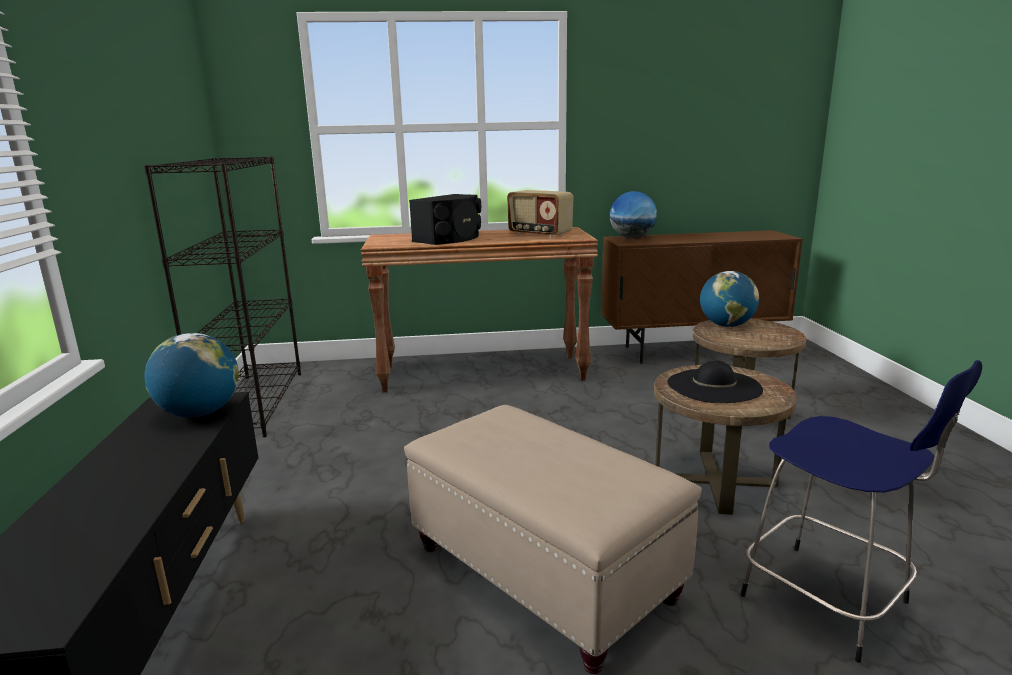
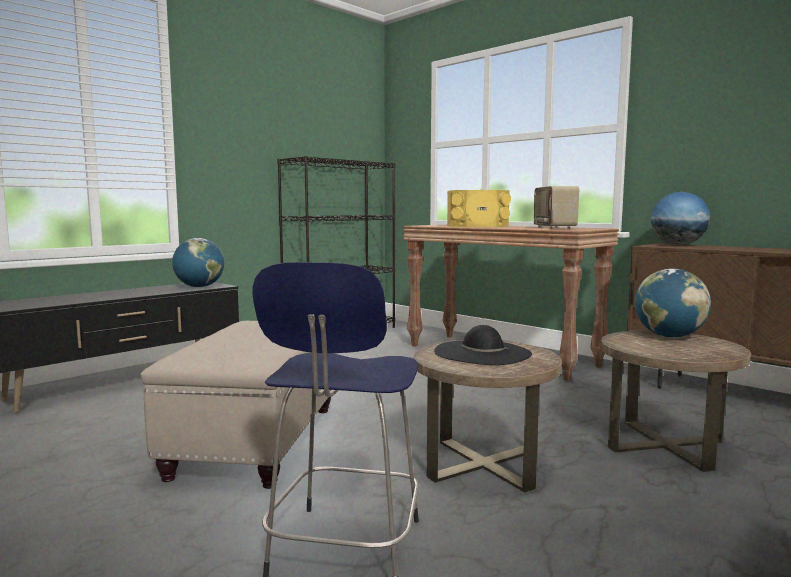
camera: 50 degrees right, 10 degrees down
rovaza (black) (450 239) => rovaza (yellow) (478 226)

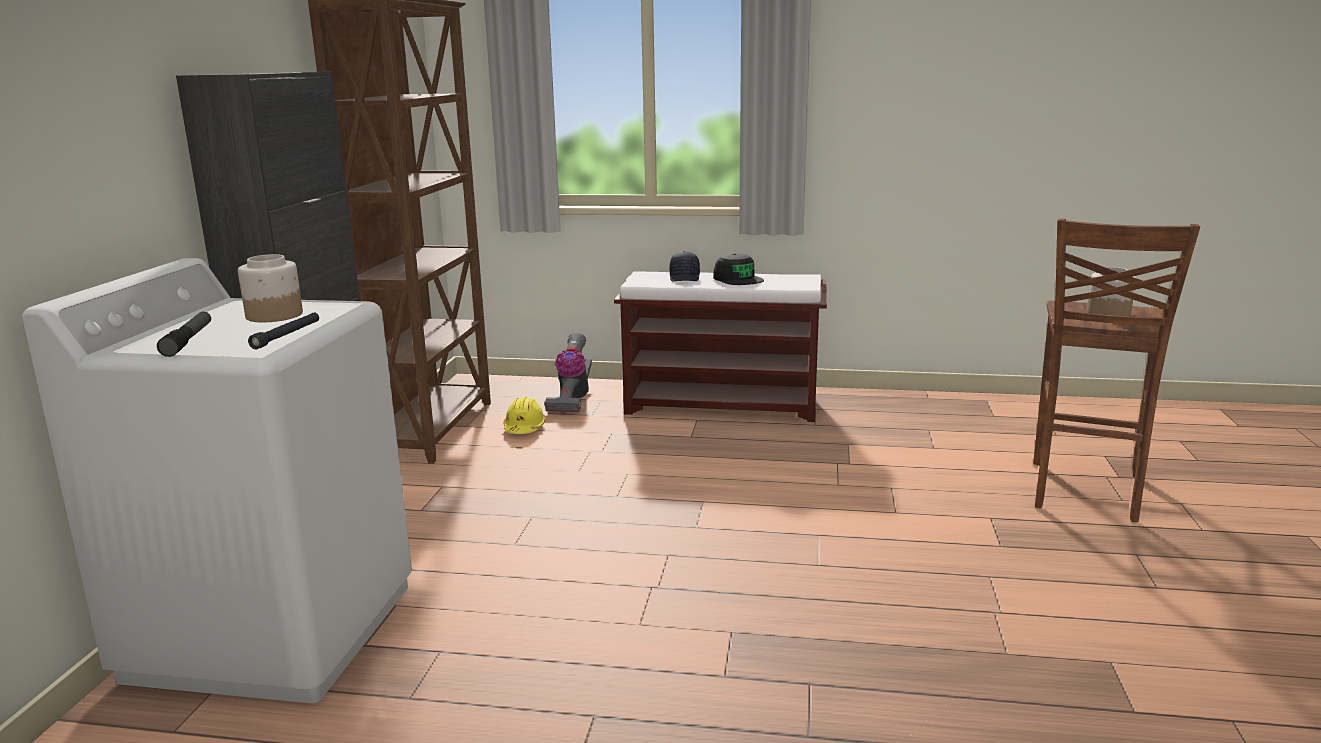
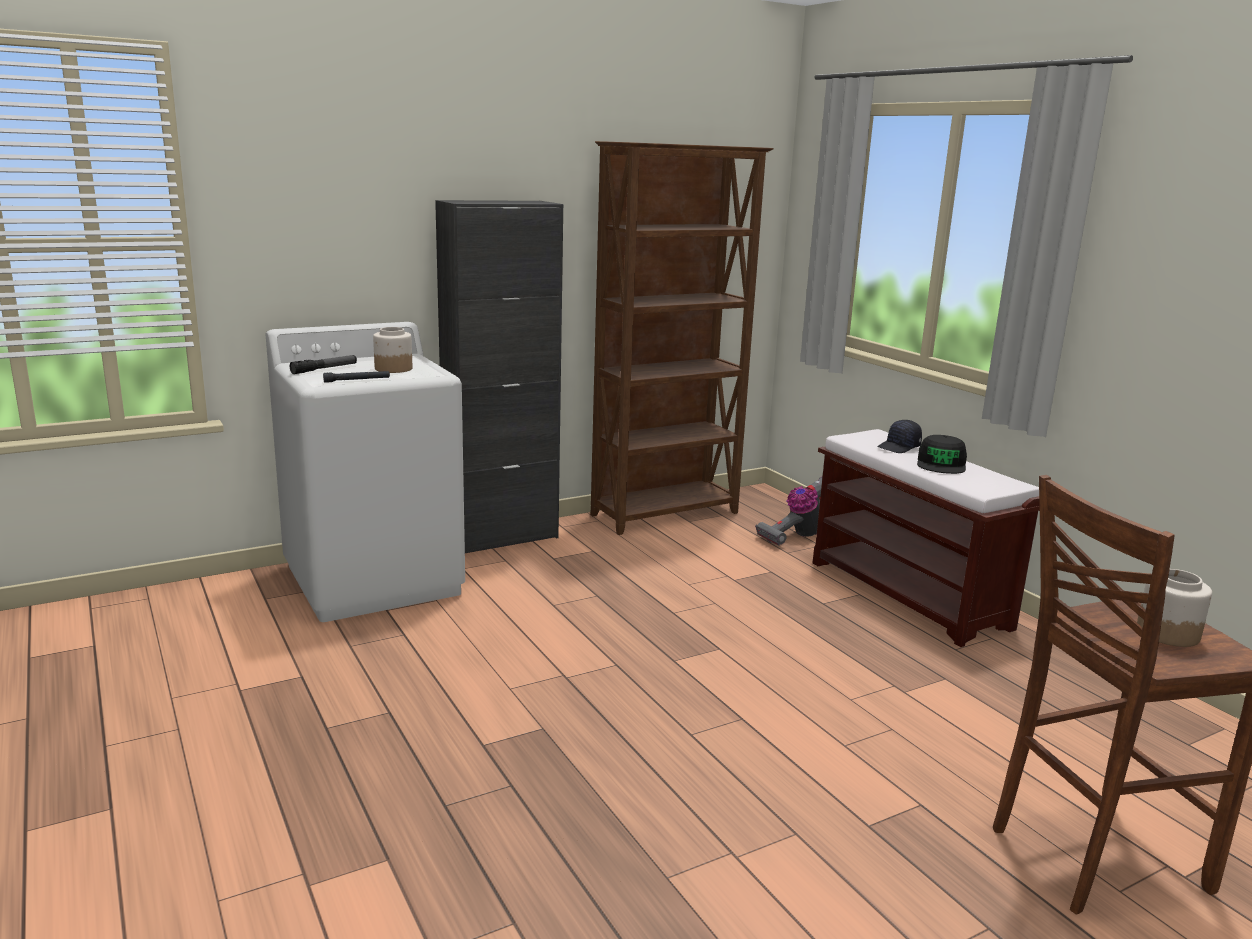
camera: 50 degrees right, 0 degrees up
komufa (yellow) (524 428) => nothing

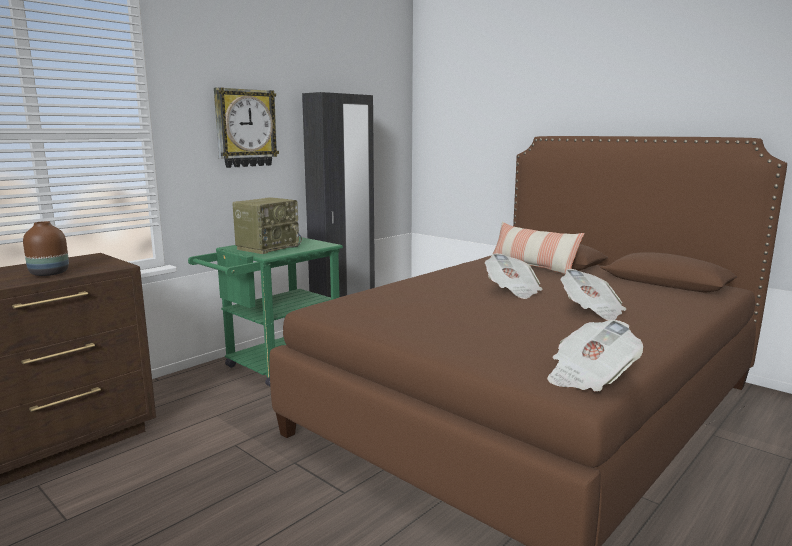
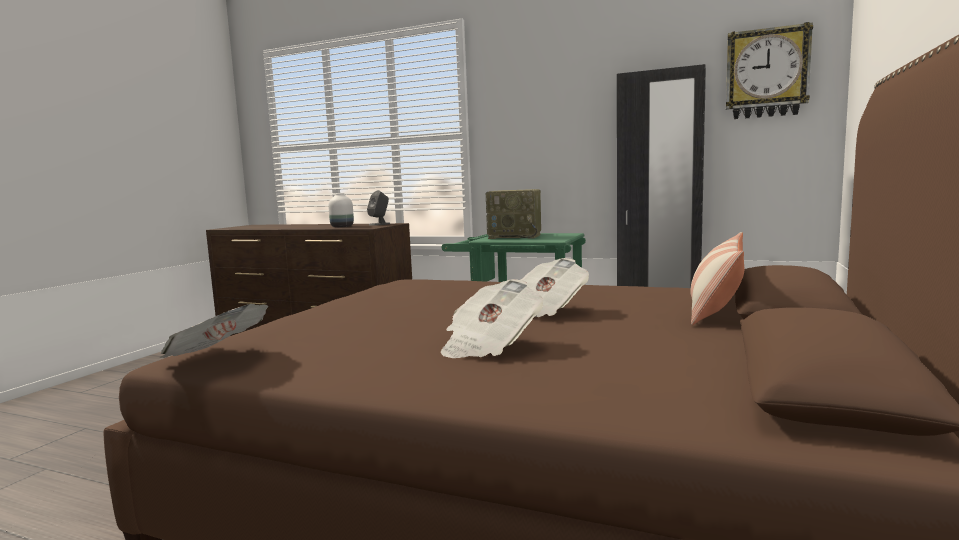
camera: 70 degrees right, 5 degrees down
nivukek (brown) (50 274) => nivukek (white) (342 227)
nothing => rovaza (grey) (380 224)
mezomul (245 128) => mezomul (767 73), move

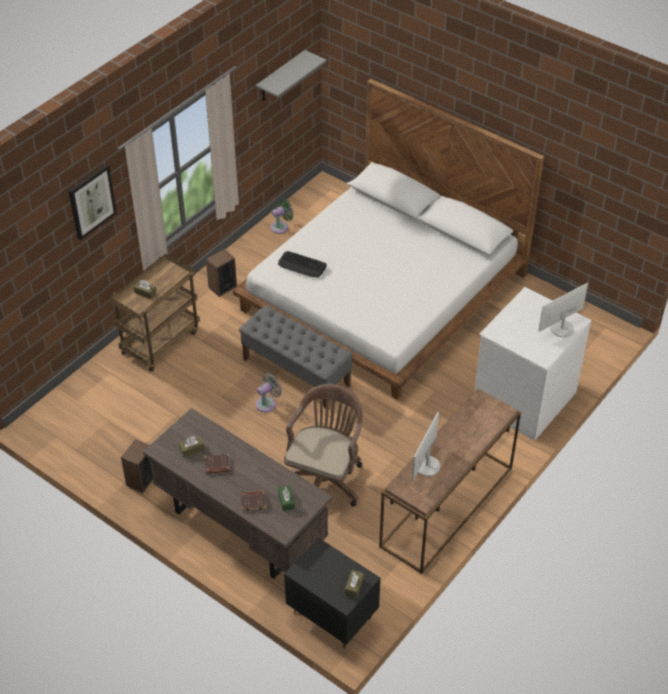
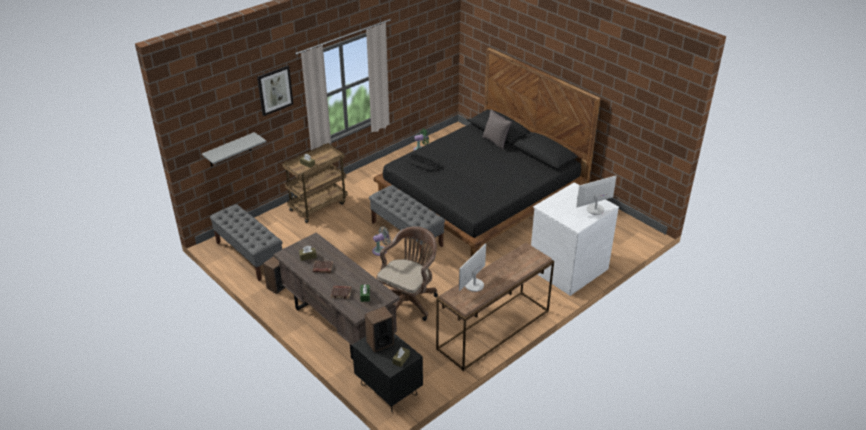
camera: 10 degrees right, 10 degrees down
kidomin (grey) (281 77) => kidomin (grey) (229 150), move
nothing => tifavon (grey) (249 255)
rovaza (222 287) => rovaza (380 343), move
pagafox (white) (382 292) => pagafox (black) (481 193)
nothing => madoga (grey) (496 142)

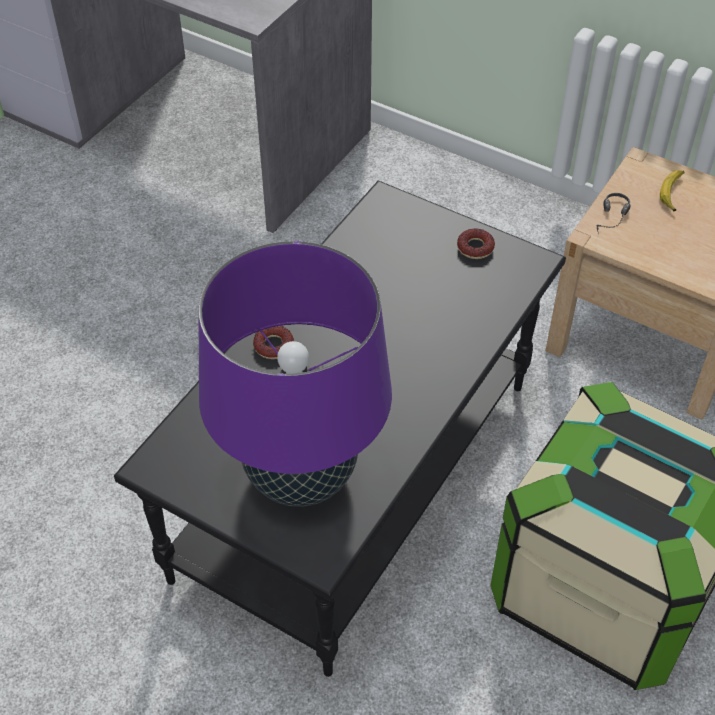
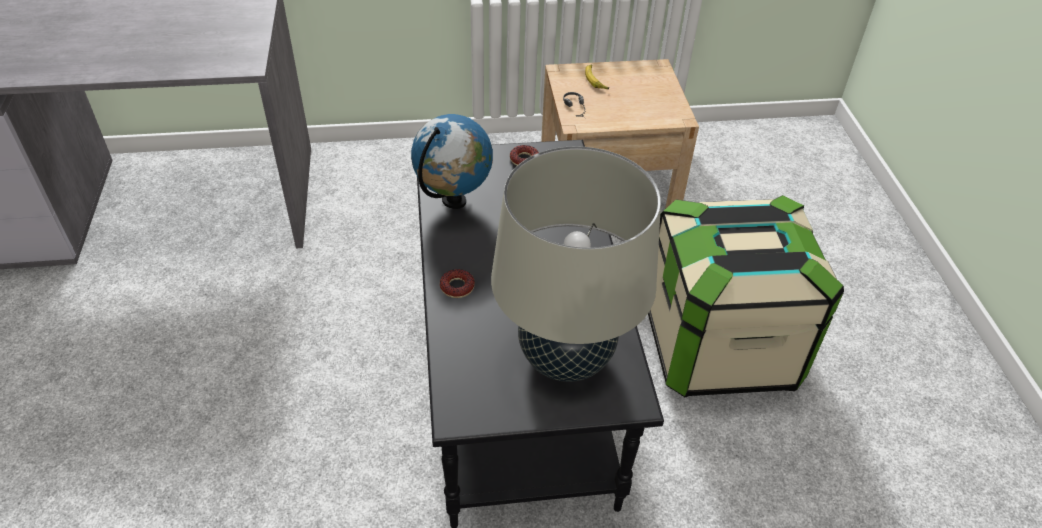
camera: 40 degrees left, 5 degrees down
nothing => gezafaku (454 201)
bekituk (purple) (301 475) => bekituk (beige) (565 357)

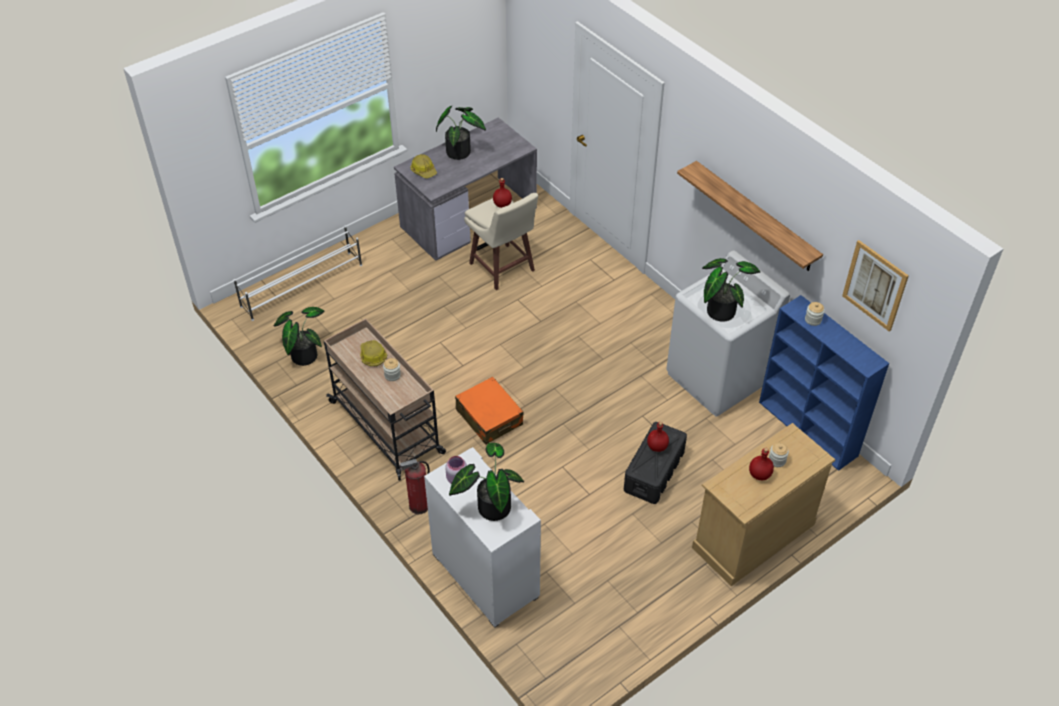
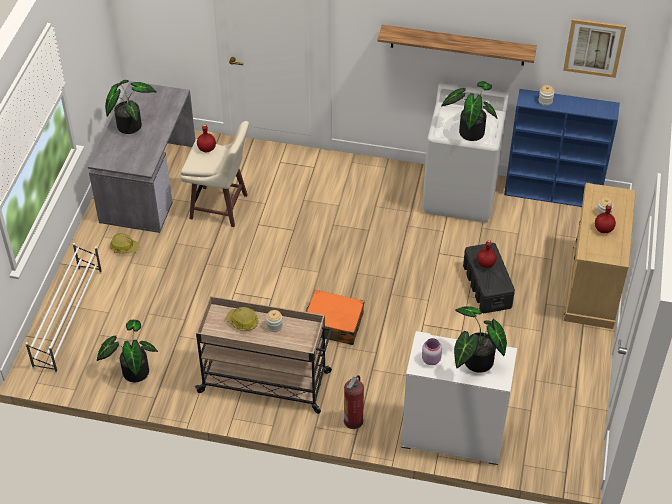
camera: 40 degrees left, 0 degrees up
komufa (424 170) => komufa (124 247), move

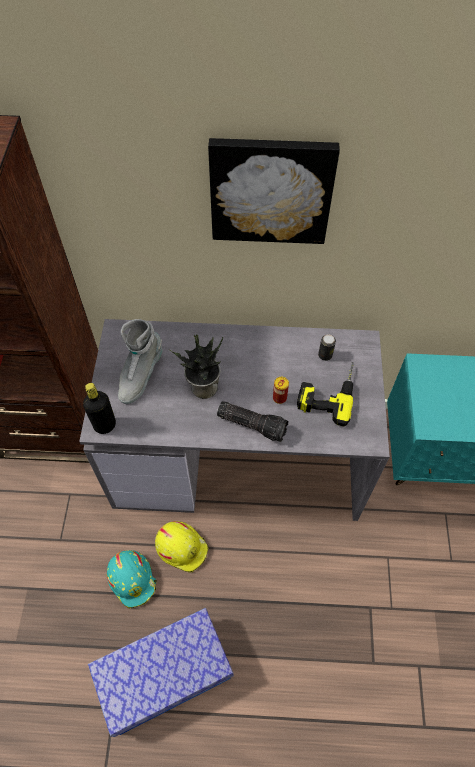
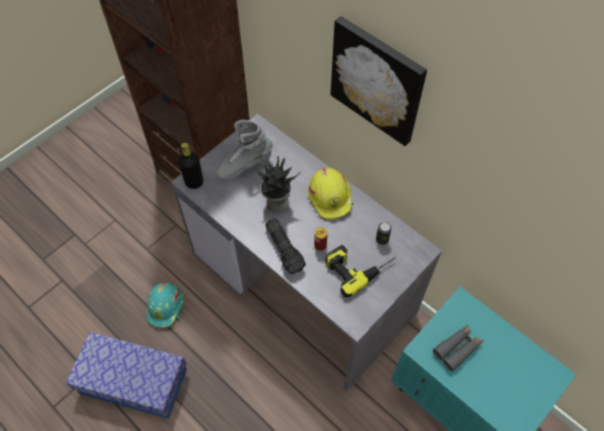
camera: 40 degrees right, 0 degrees up
komufa (yellow) (182 547) => komufa (yellow) (331 198), move
nothing => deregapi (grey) (457 349)

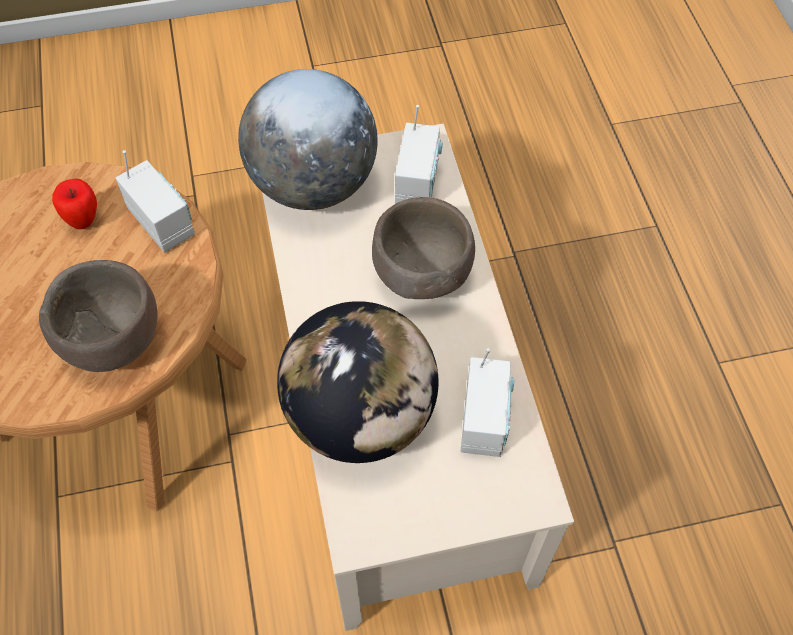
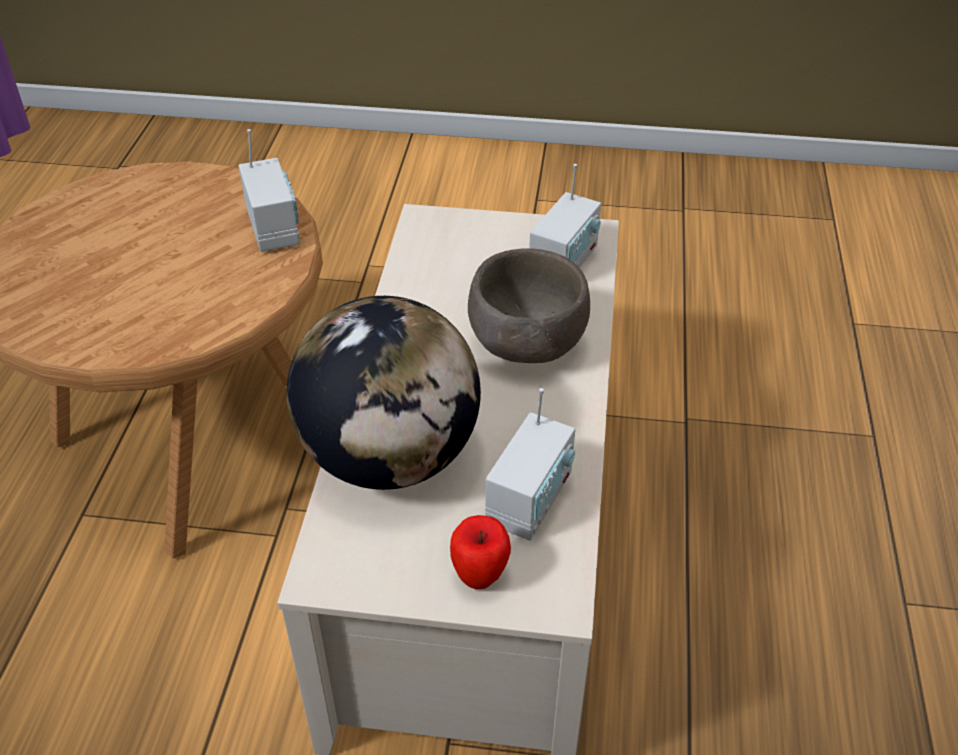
camera: 20 degrees right, 15 degrees down
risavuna (84 221) => risavuna (480 577), move
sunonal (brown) (112 339) => nothing
gezafaku (313 184) => nothing

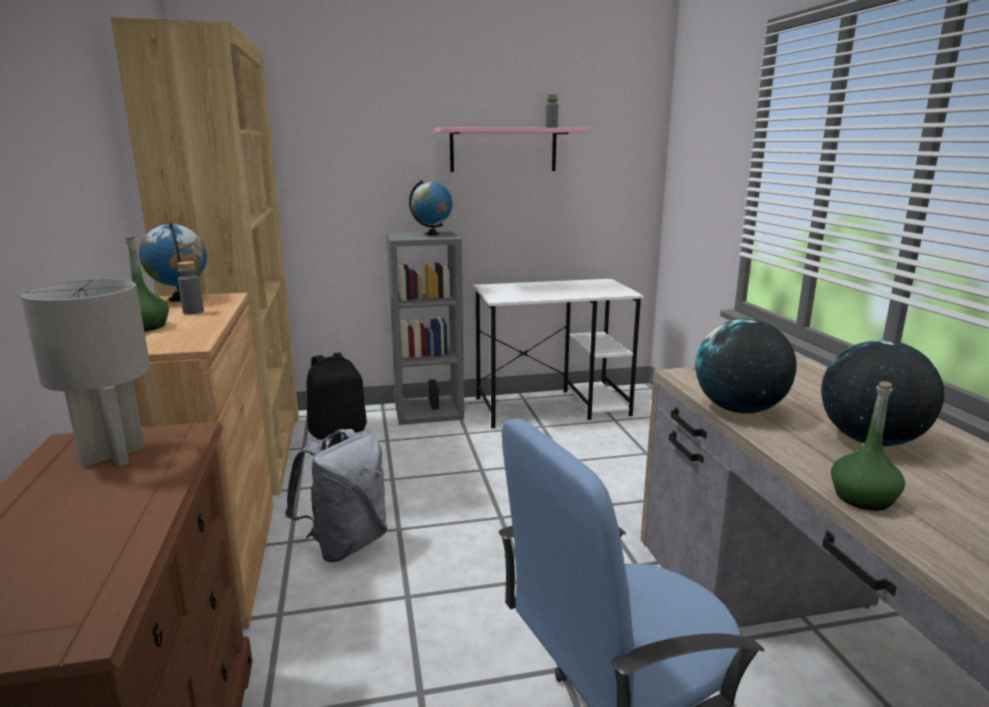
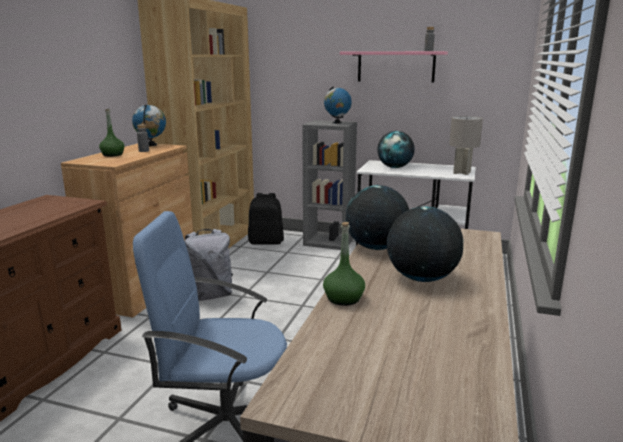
camera: 30 degrees right, 0 degrees up
nothing => gezafaku (395 167)
bekituk (grey) (112 456) => bekituk (grey) (461 173), move

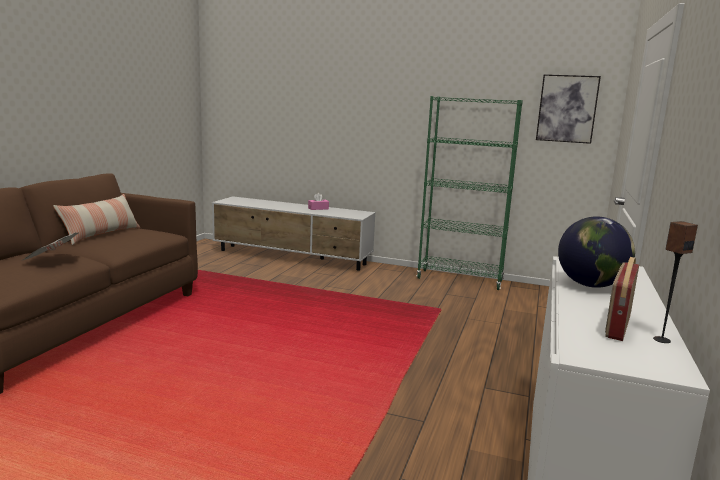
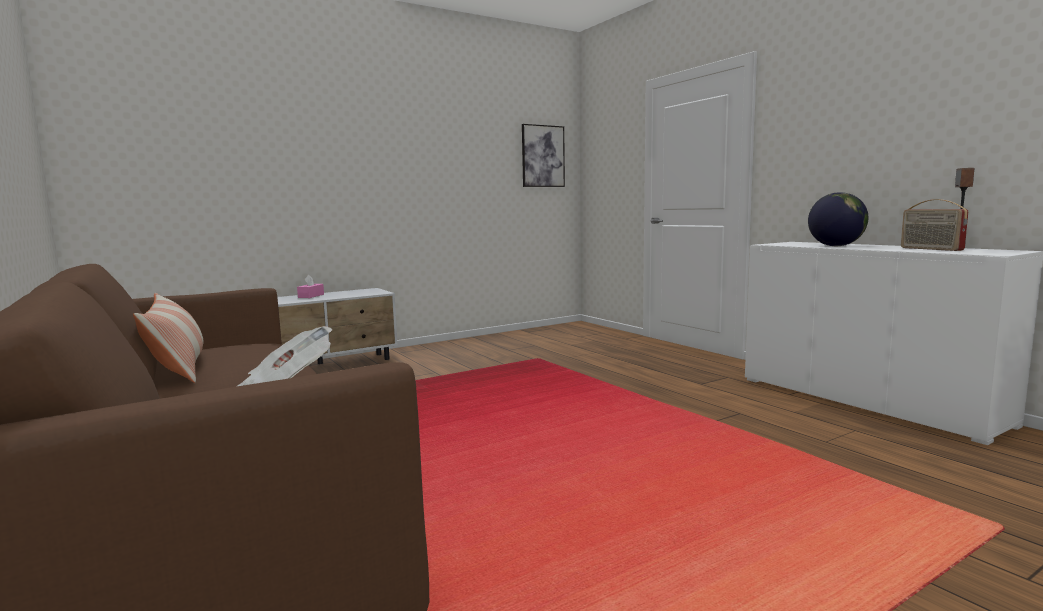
camera: 50 degrees left, 5 degrees down
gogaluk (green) (460 280) => nothing

